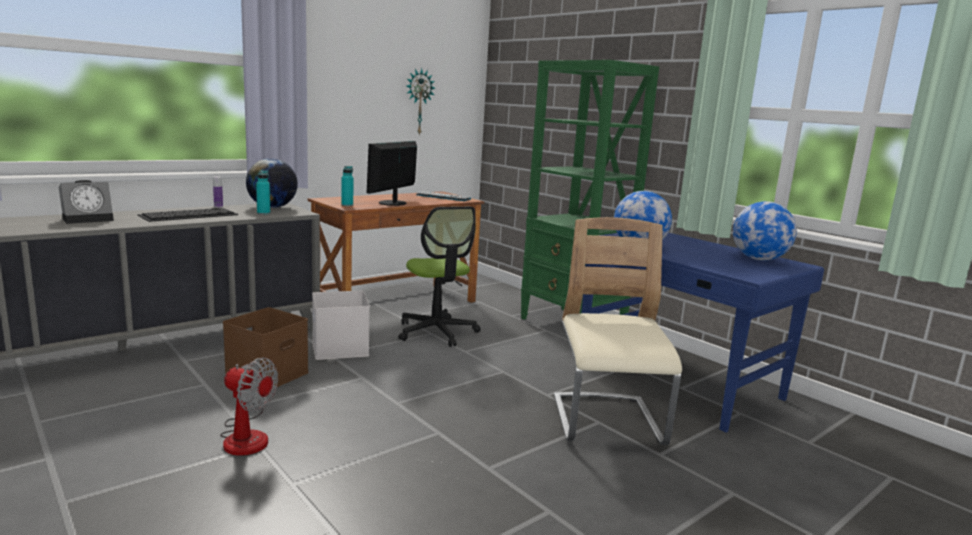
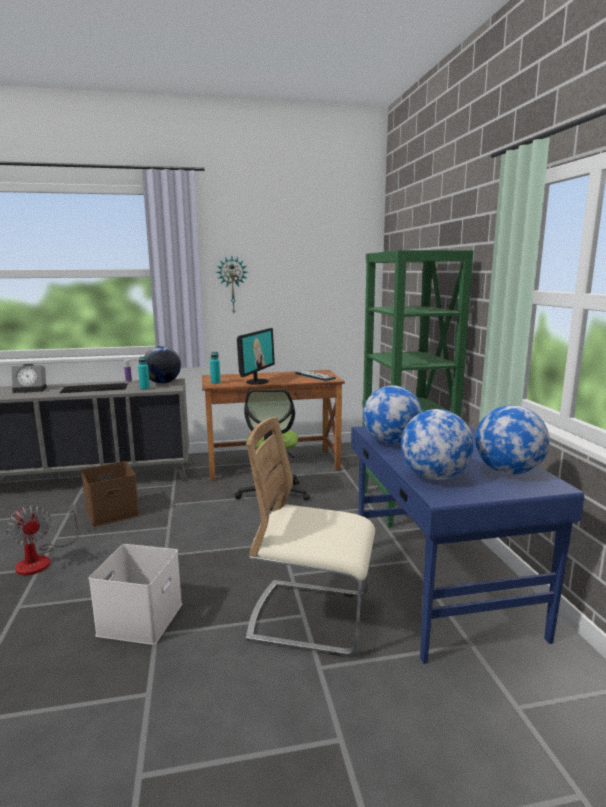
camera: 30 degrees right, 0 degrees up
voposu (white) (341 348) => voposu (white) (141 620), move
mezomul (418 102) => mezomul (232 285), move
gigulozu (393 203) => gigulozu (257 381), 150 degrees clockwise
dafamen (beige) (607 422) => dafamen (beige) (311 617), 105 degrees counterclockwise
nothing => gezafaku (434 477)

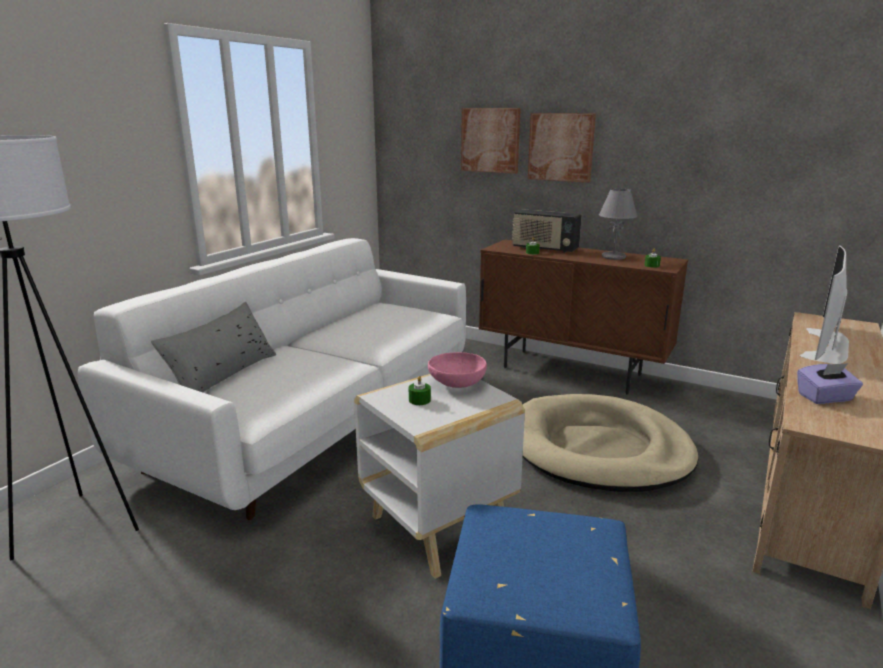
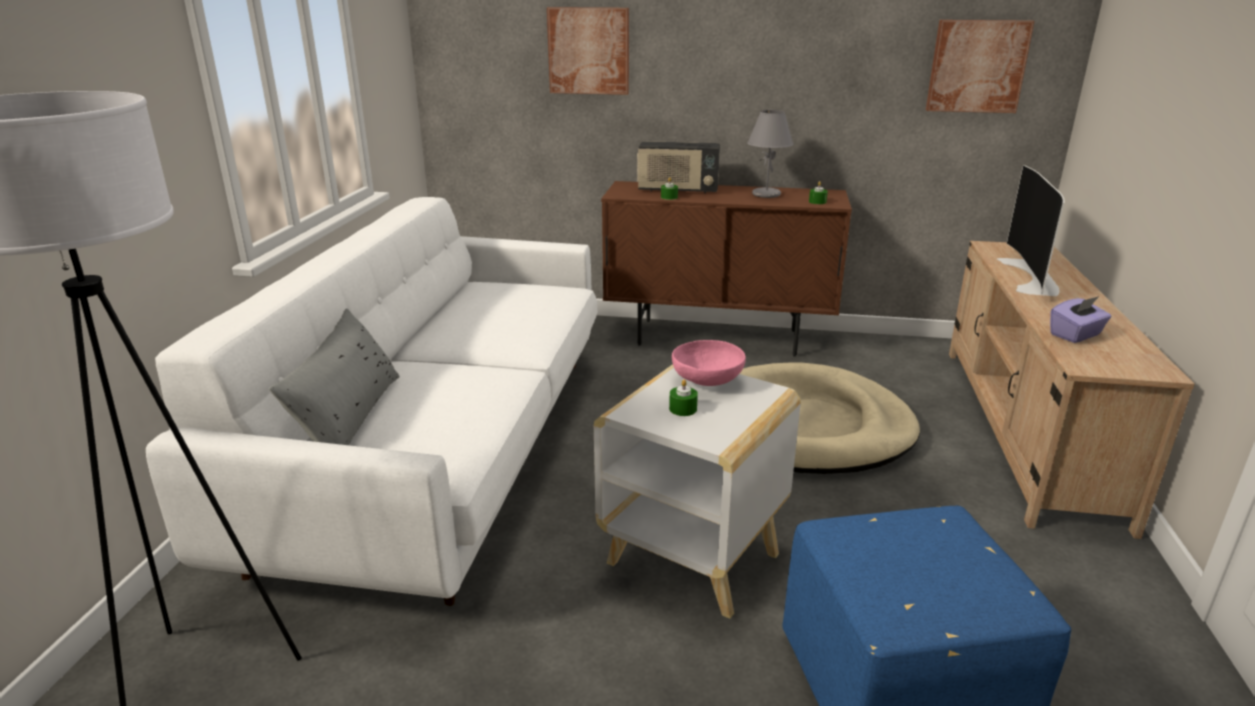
camera: 20 degrees left, 5 degrees up
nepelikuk (561 147) => nepelikuk (977 66), move

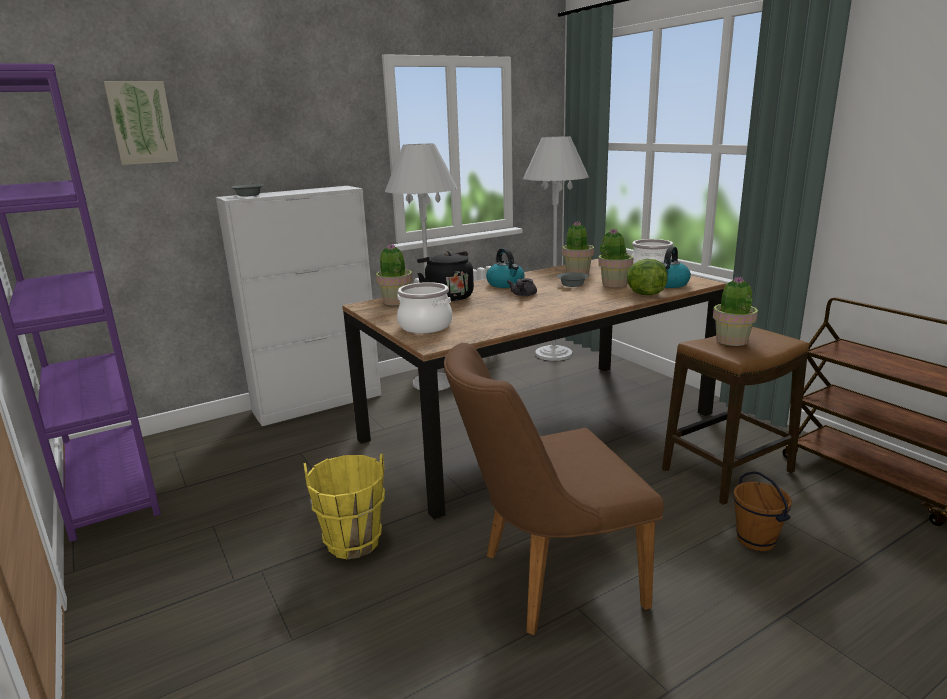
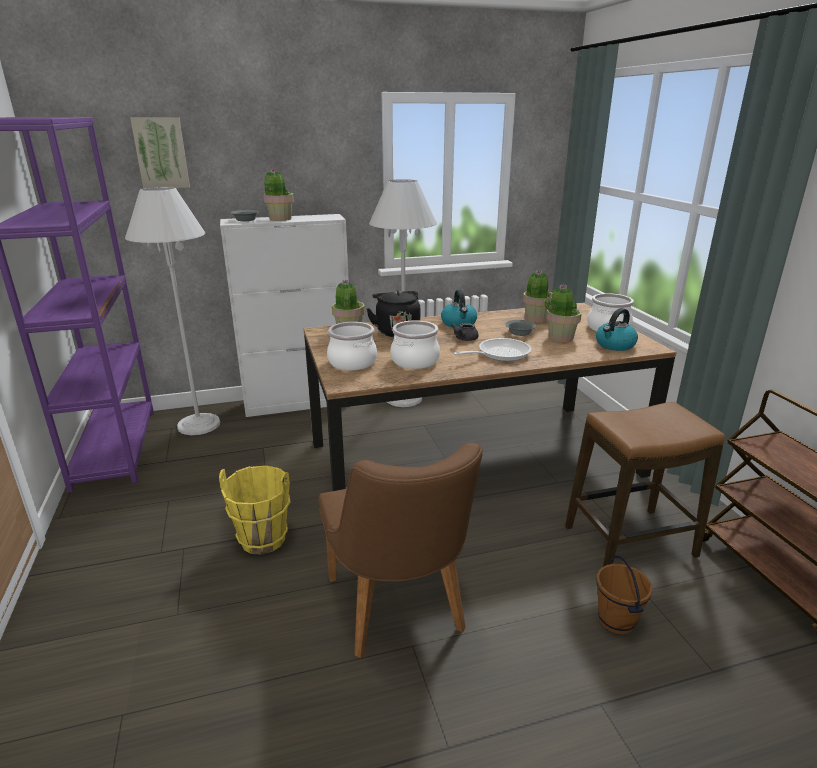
camera: 15 degrees right, 5 degrees up
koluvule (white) (553 354) => koluvule (white) (199 425), move
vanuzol (731 341) => vanuzol (280 219), move
dafamen (brown) (546 580) => dafamen (brown) (400 613), 105 degrees counterclockwise
nothing => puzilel (414 360)
nothing => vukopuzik (499 354)
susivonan (644 294) => nothing

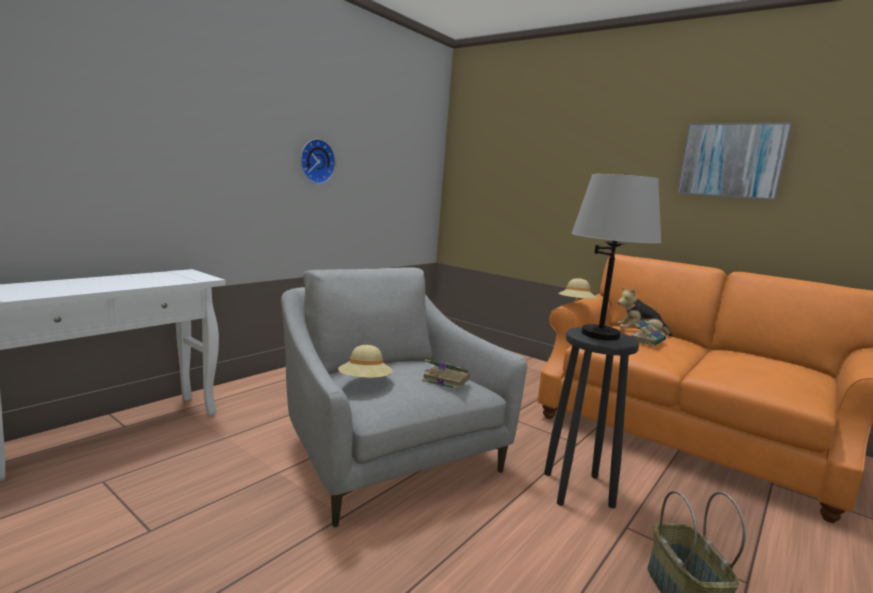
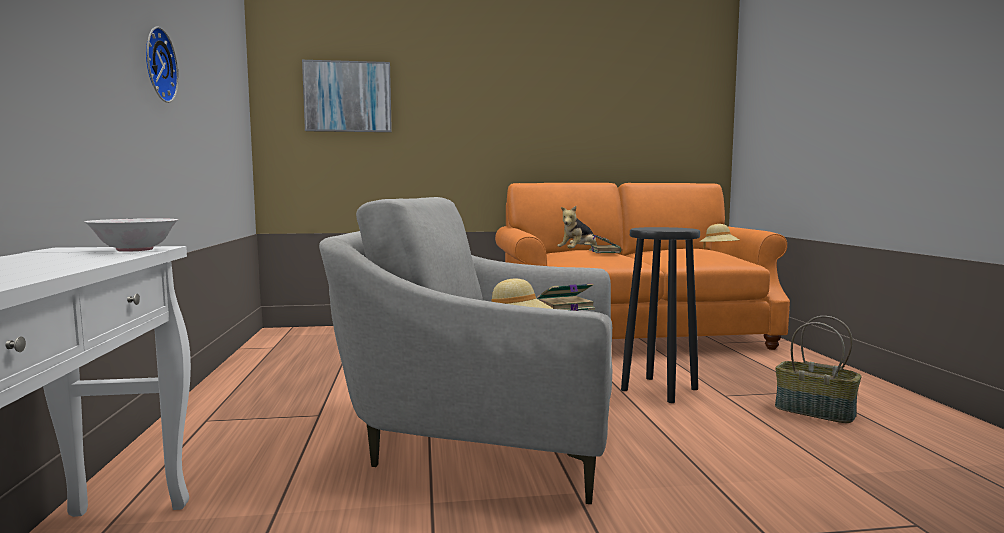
camera: 45 degrees left, 5 degrees down
nothing => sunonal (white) (134 250)
nepelikuk (731 160) => nepelikuk (348 97), move
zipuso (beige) (576 305) => zipuso (beige) (719 250), move
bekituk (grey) (600 335) => nothing

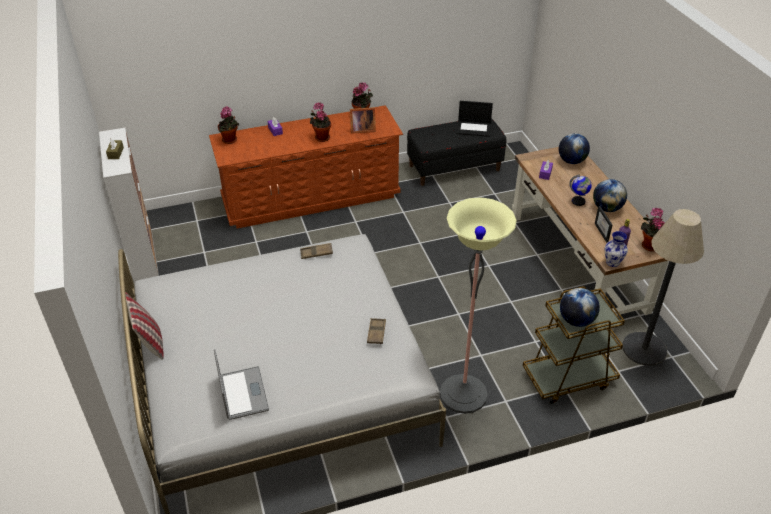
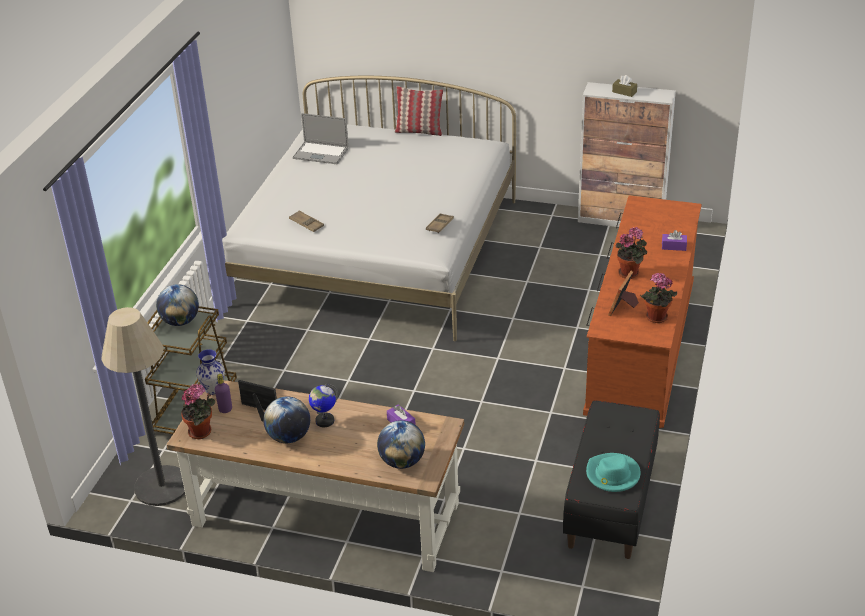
camera: 125 degrees right, 5 degrees down
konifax (474 128) => zipuso (turquoise) (612 475)
vanuzol (230 140) => nothing
koluvule (463 394) => nothing

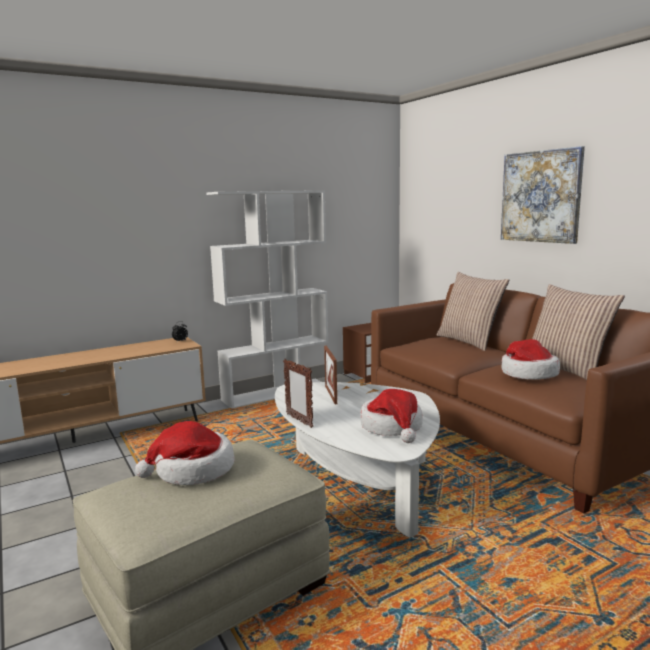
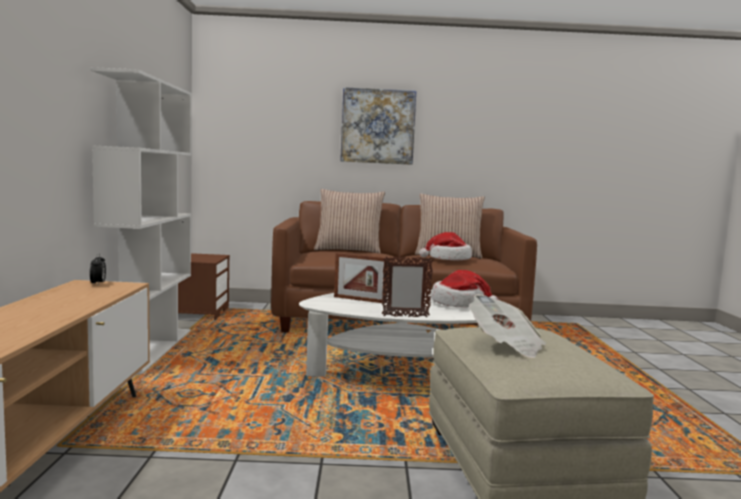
camera: 60 degrees left, 5 degrees down
zipuso (192 470) => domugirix (506 346)

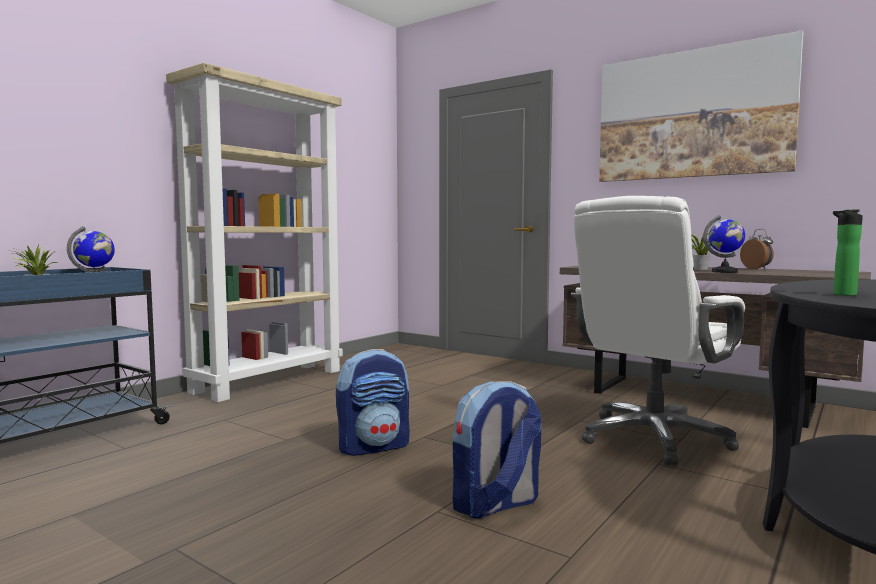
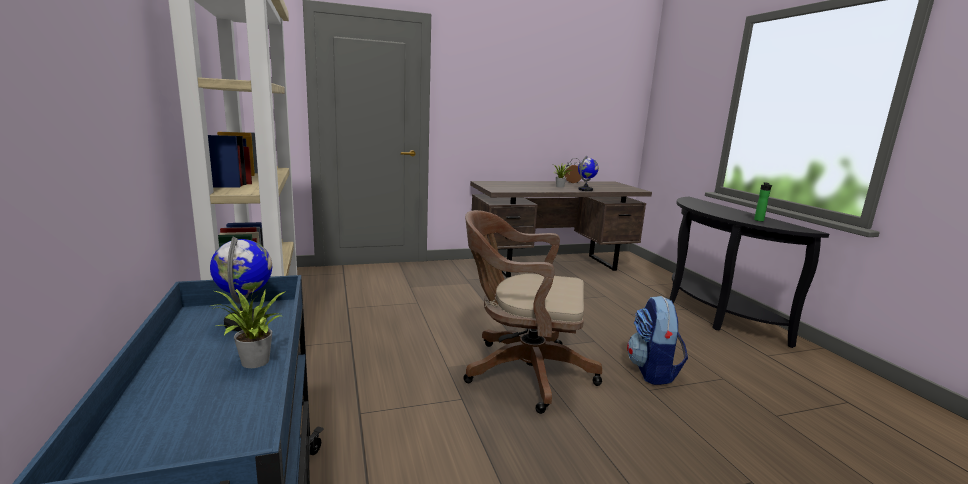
camera: 55 degrees left, 10 degrees up
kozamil (374 446) => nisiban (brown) (522 371)
nisiban (white) (653 438) => nothing
nepelikuk (692 114) => nothing

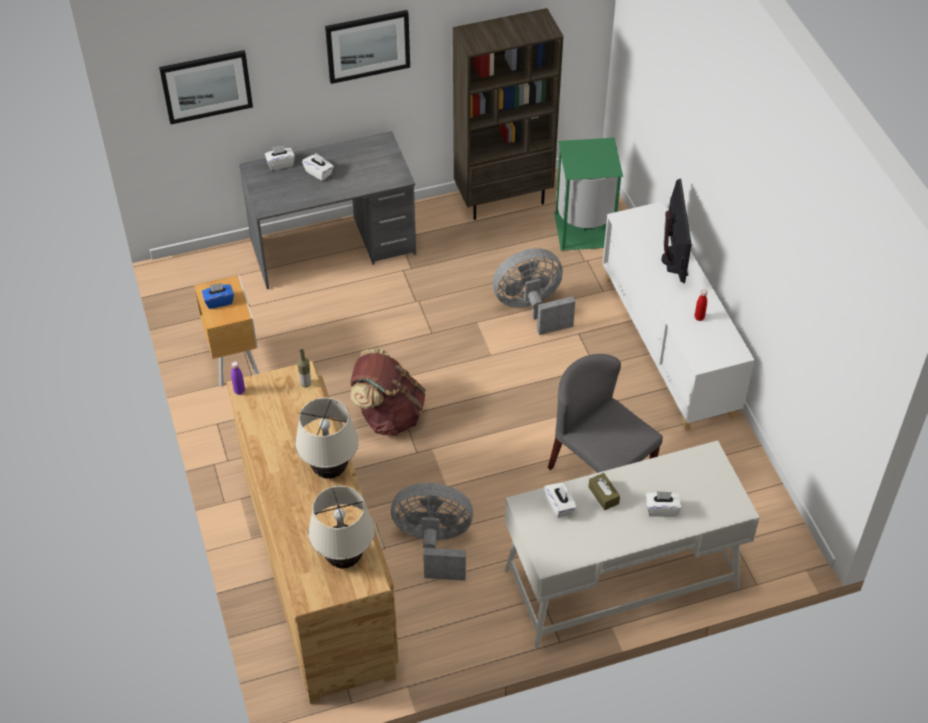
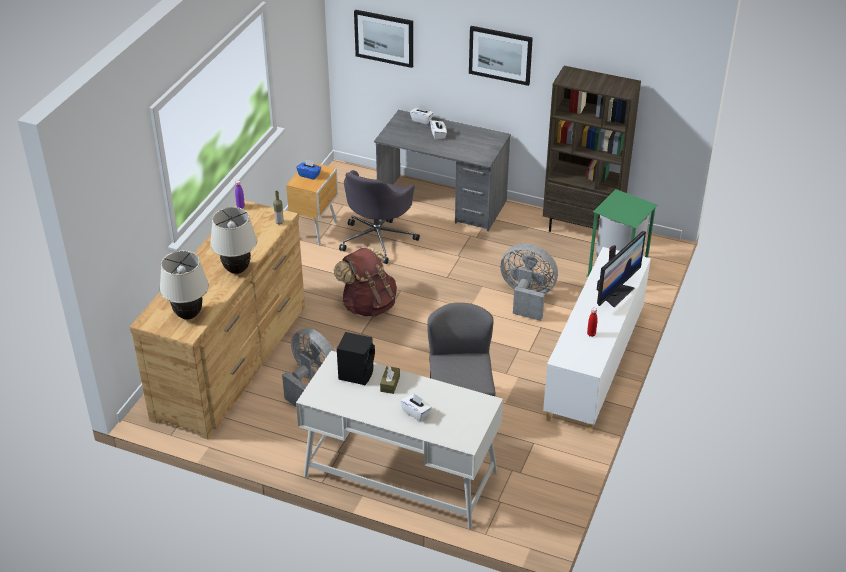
camera: 40 degrees right, 10 degrees down
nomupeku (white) (560 505) => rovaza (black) (357 373)
nothing => nisiban (grey) (378 239)

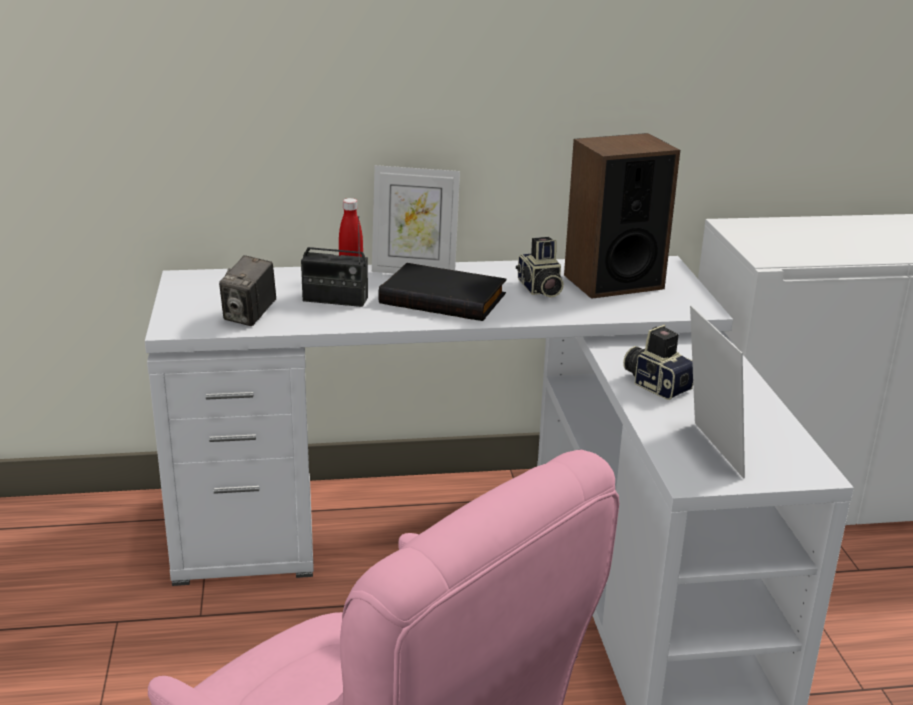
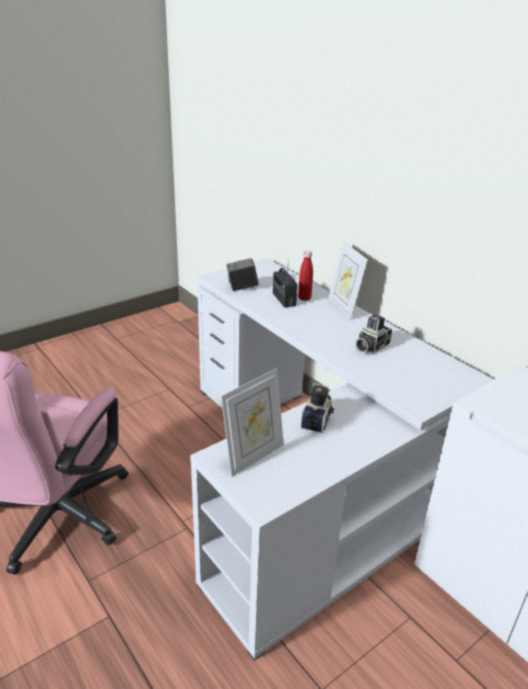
camera: 60 degrees right, 5 degrees up
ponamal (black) (444 298) => nothing
rovaza (613 282) => nothing

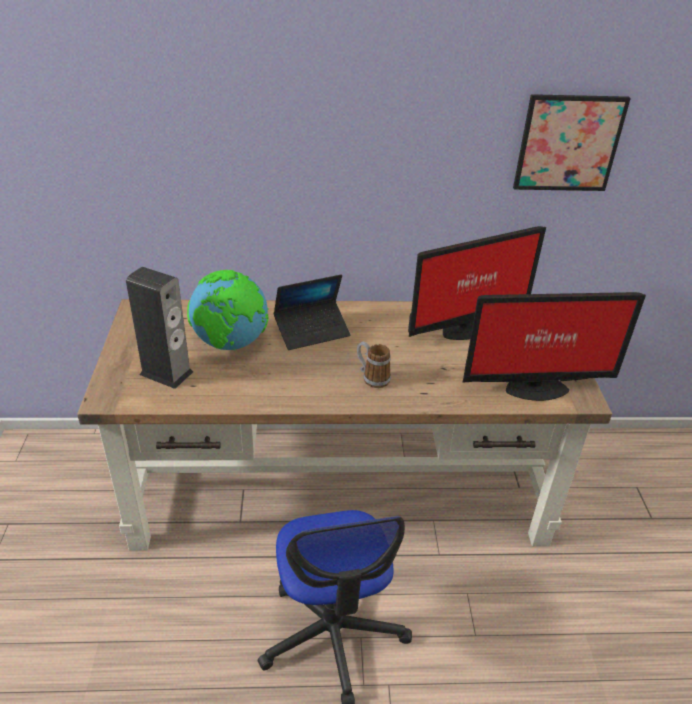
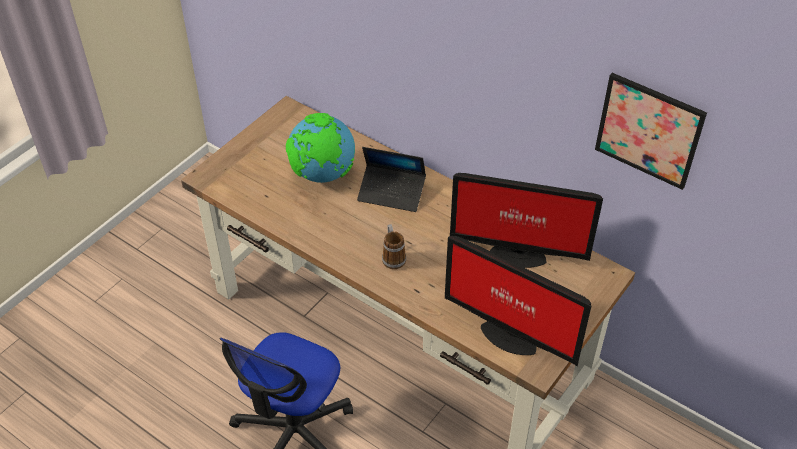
camera: 40 degrees right, 10 degrees up
rovaza (166 373) => nothing

